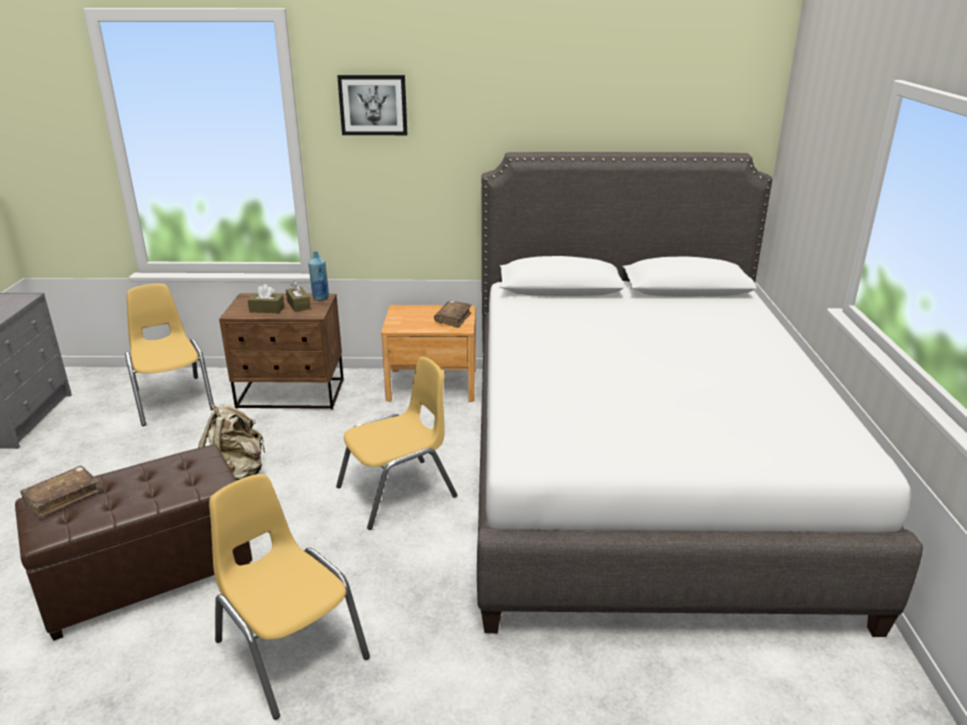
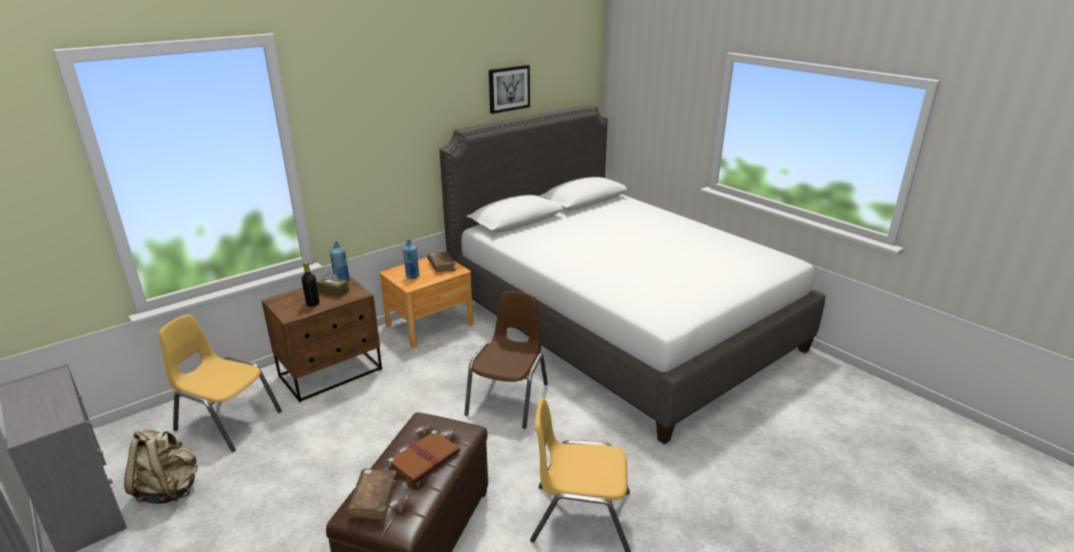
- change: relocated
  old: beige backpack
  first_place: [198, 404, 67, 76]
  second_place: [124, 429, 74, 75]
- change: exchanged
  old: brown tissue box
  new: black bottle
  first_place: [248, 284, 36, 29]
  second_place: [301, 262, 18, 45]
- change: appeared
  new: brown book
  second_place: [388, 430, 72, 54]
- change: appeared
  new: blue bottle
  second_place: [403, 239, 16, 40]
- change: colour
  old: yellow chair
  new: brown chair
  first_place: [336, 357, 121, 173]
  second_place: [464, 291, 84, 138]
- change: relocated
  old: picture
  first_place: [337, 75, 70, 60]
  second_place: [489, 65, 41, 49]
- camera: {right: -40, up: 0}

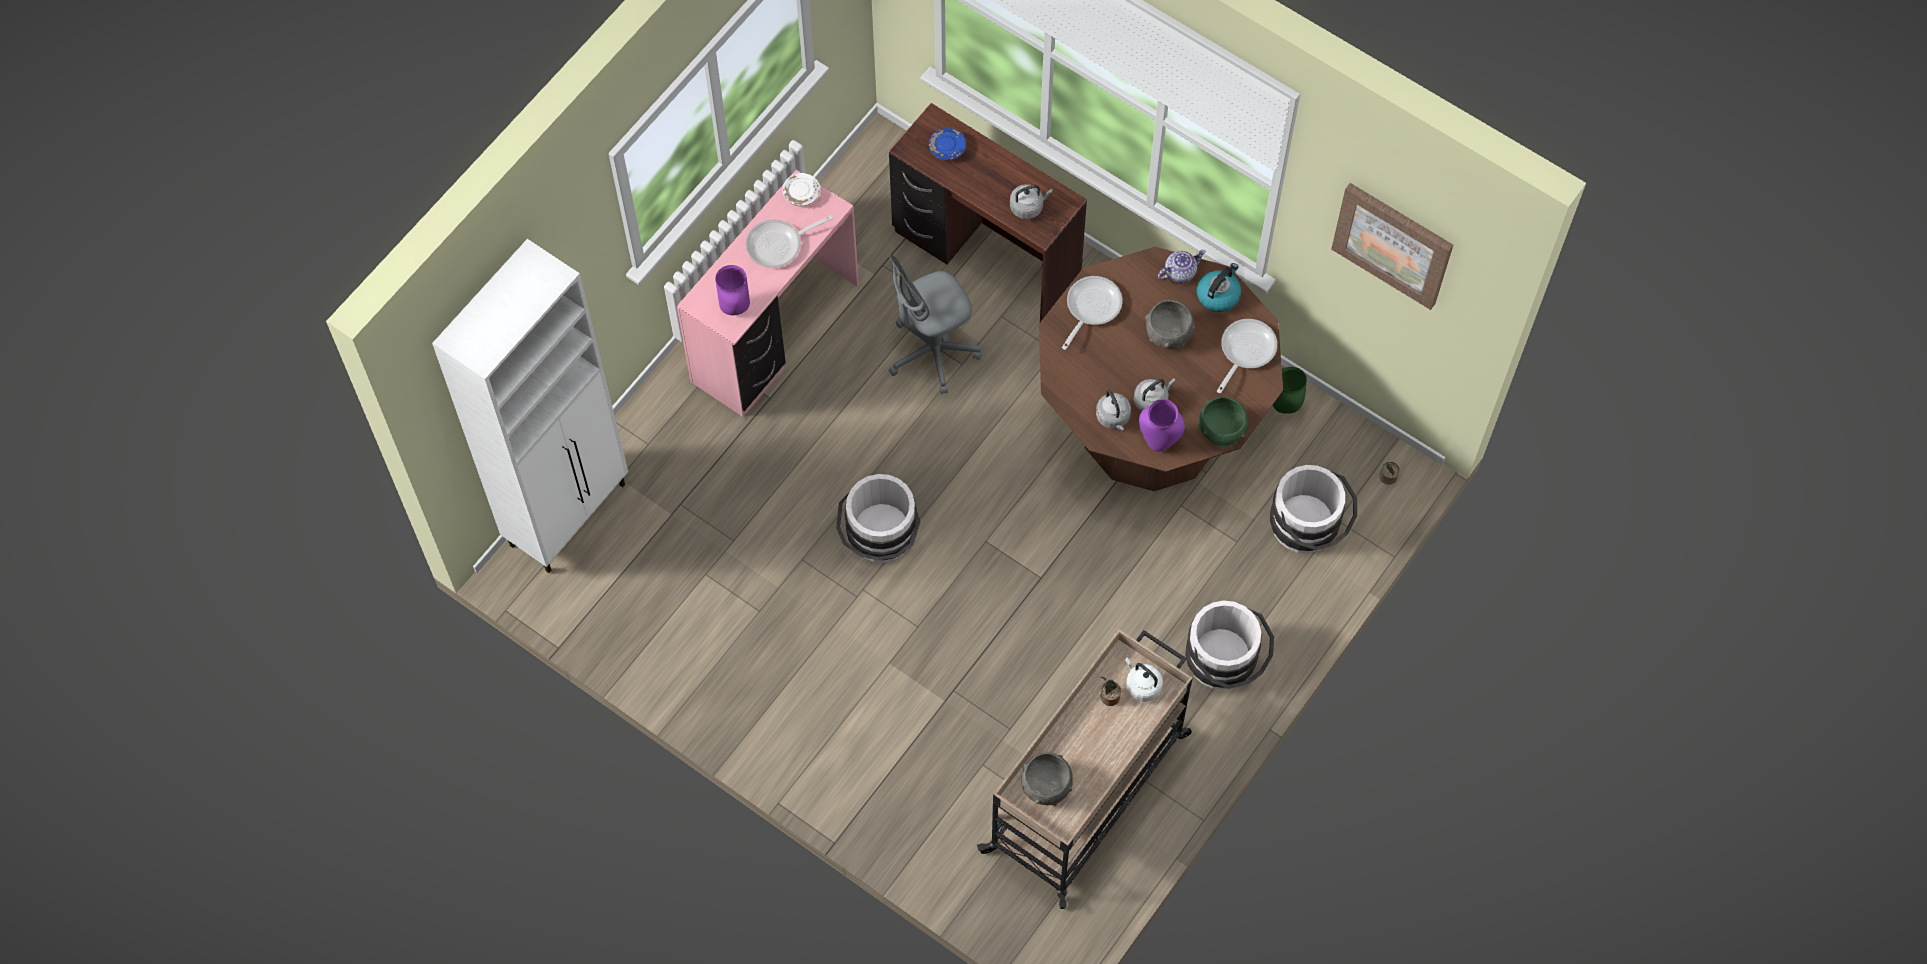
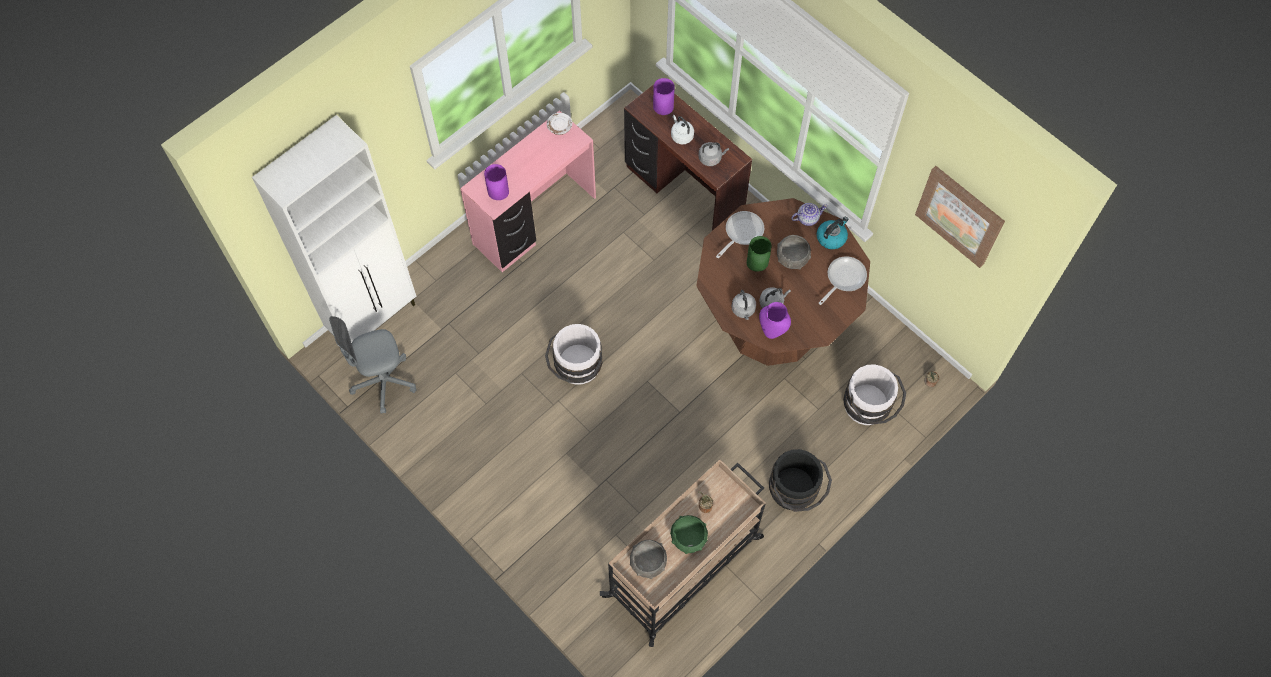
- change: relocated
  old: grey office chair
  first_place: [889, 254, 93, 140]
  second_place: [329, 316, 88, 97]
- change: exchanged
  old: blue plate
  new: purple vase
  first_place: [929, 128, 37, 32]
  second_place: [653, 78, 22, 37]
- change: relocated
  old: green bowl
  first_place: [1198, 397, 50, 51]
  second_place: [670, 515, 38, 39]
- change: relocated
  old: white kettle
  first_place: [1125, 657, 38, 45]
  second_place: [671, 115, 23, 30]
- change: relocated
  old: green vase
  first_place: [1273, 367, 34, 47]
  second_place: [747, 236, 25, 36]
- change: colour
  old: white bucket
  new: black bucket
  first_place: [1185, 600, 89, 90]
  second_place: [769, 449, 63, 63]
- change: missing
  old: frying pan
  first_place: [745, 215, 89, 53]
- camera: {right: 10, up: 0}

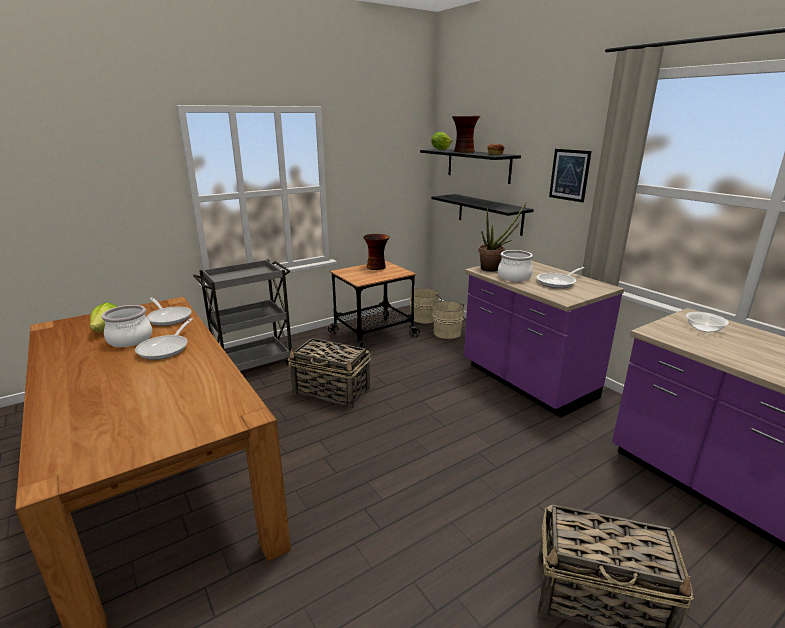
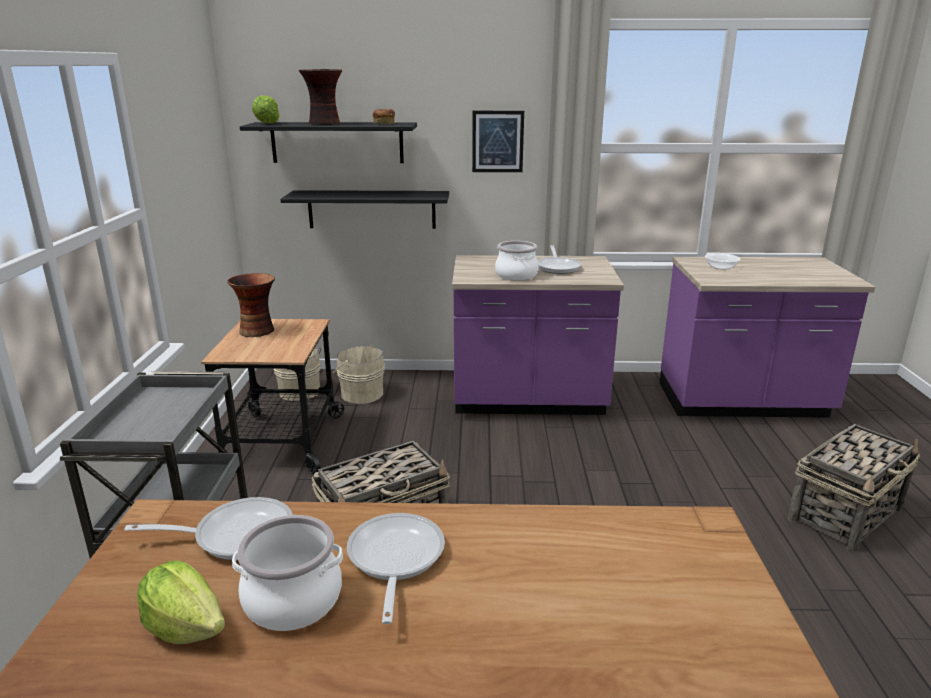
- change: spun
  old: frying pan
  first_place: [135, 318, 58, 42]
  second_place: [347, 513, 98, 111]
  degrees: -135
- change: missing
  old: potted plant
  first_place: [478, 203, 48, 69]
- camera: {right: -55, up: 0}

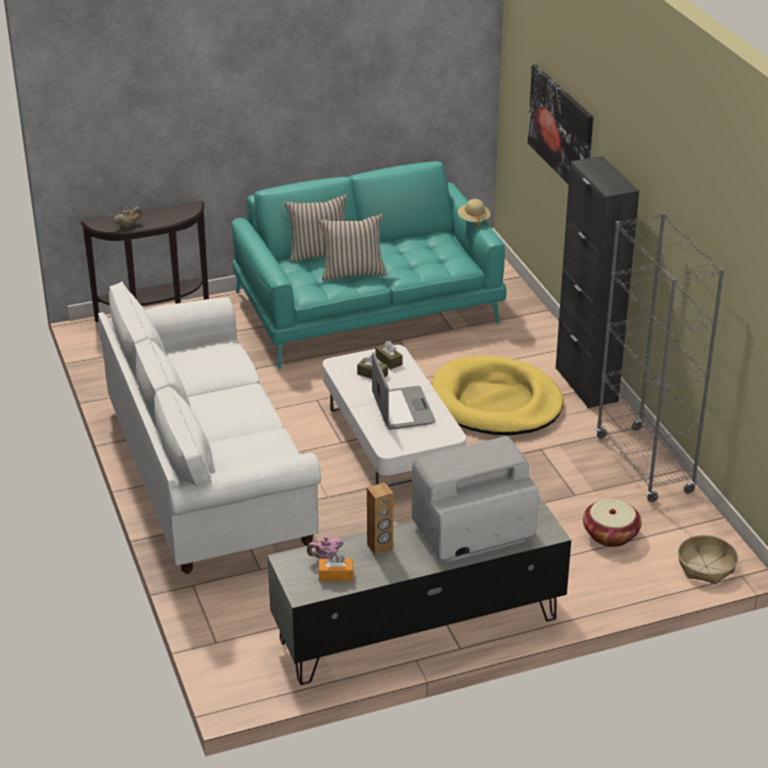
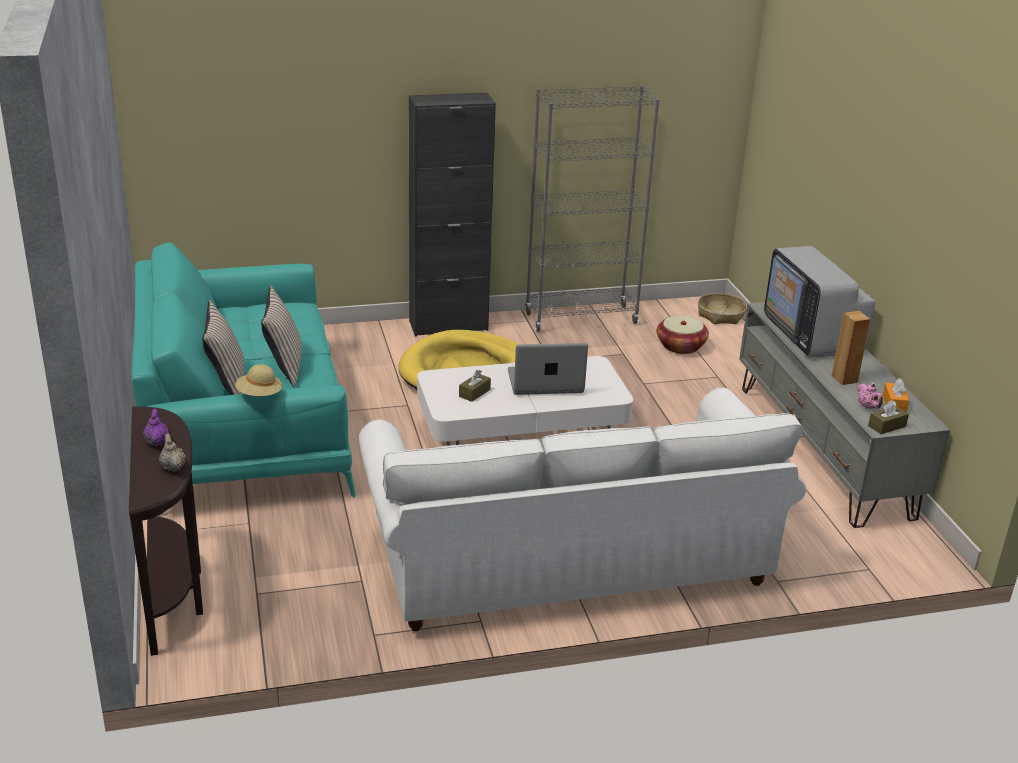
- change: appeared
  new: purple teapot
  second_place: [143, 409, 26, 37]
- change: relocated
  old: beige hat
  first_place: [458, 199, 33, 29]
  second_place: [236, 364, 47, 32]
- change: relocated
  old: brown tissue box
  first_place: [375, 341, 28, 28]
  second_place: [868, 400, 41, 34]
- change: missing
  old: picture
  first_place: [528, 65, 65, 120]
- camera: {right: -85, up: -5}

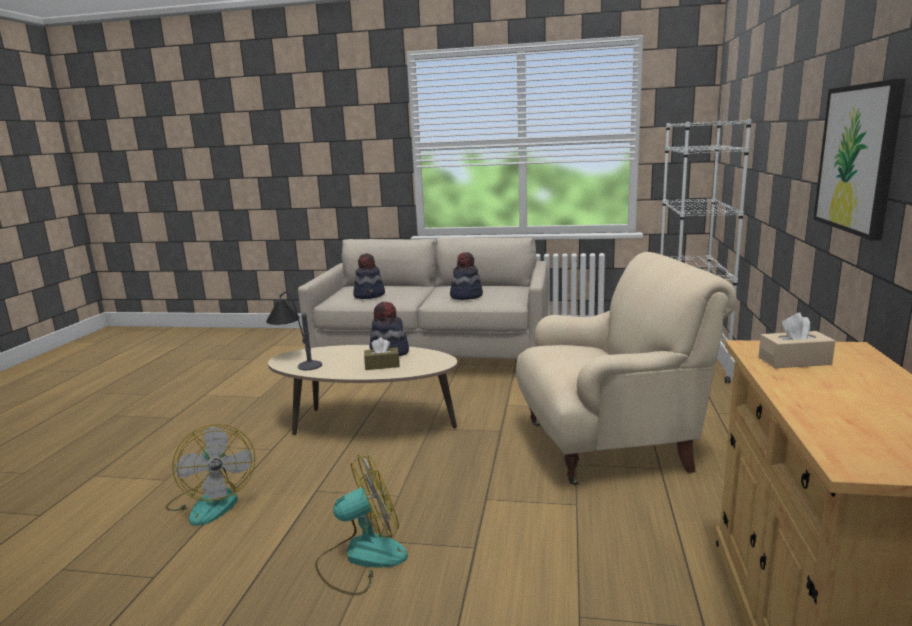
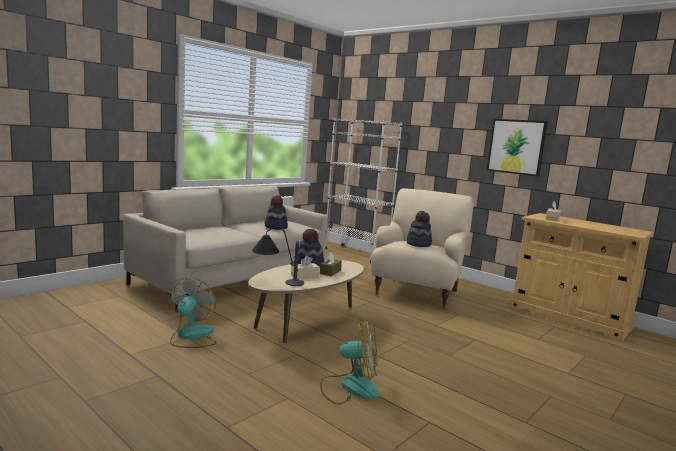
- change: relocated
  old: fan
  first_place: [315, 454, 93, 141]
  second_place: [169, 277, 48, 71]
- change: appeared
  new: beige tissue box
  second_place: [291, 256, 29, 23]
- change: relocated
  old: hat
  first_place: [353, 253, 32, 46]
  second_place: [407, 211, 25, 36]
- camera: {right: -60, up: -5}

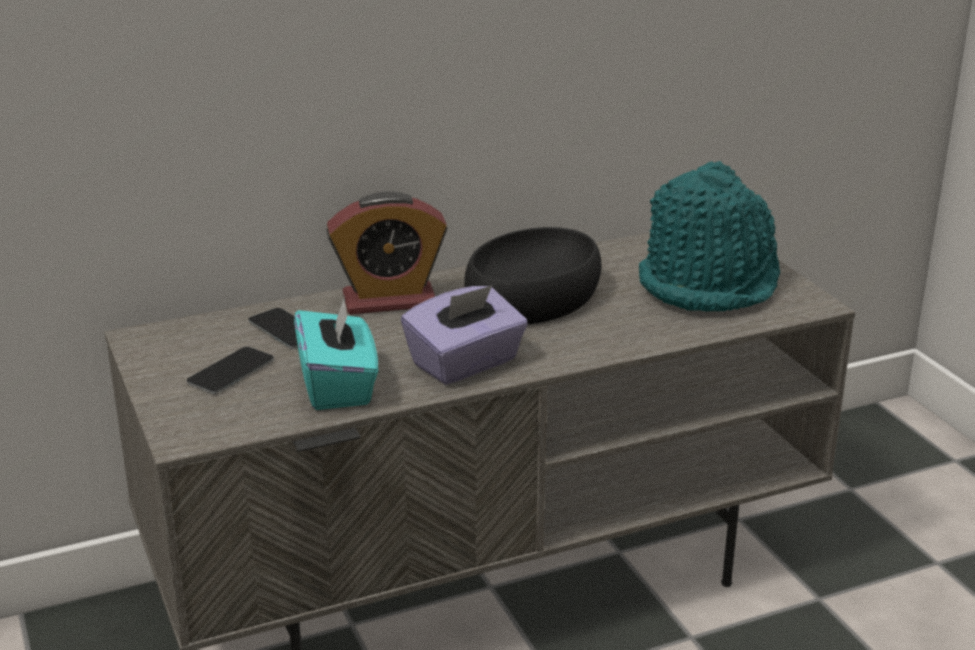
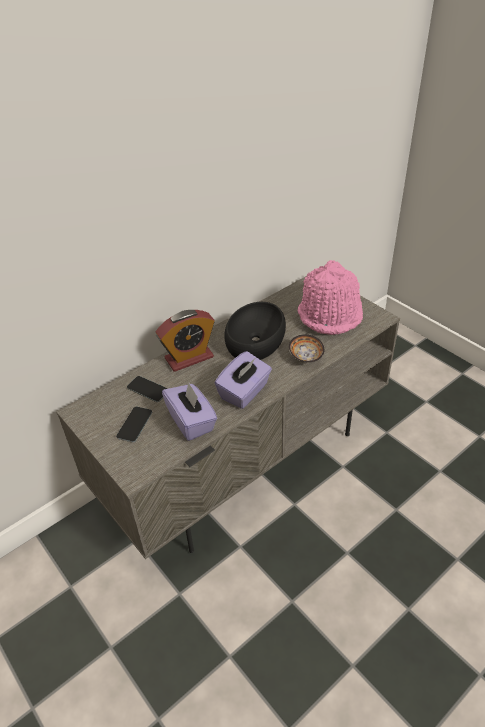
- change: colour
  old: turquoise tissue box
  new: purple tissue box
  first_place: [294, 296, 84, 114]
  second_place: [162, 383, 56, 58]
- change: appeared
  new: bowl
  second_place: [289, 334, 36, 29]
- change: colour
  old: turquoise hat
  new: pink hat
  first_place: [639, 161, 141, 150]
  second_place: [298, 260, 65, 75]
- camera: {right: -15, up: 15}

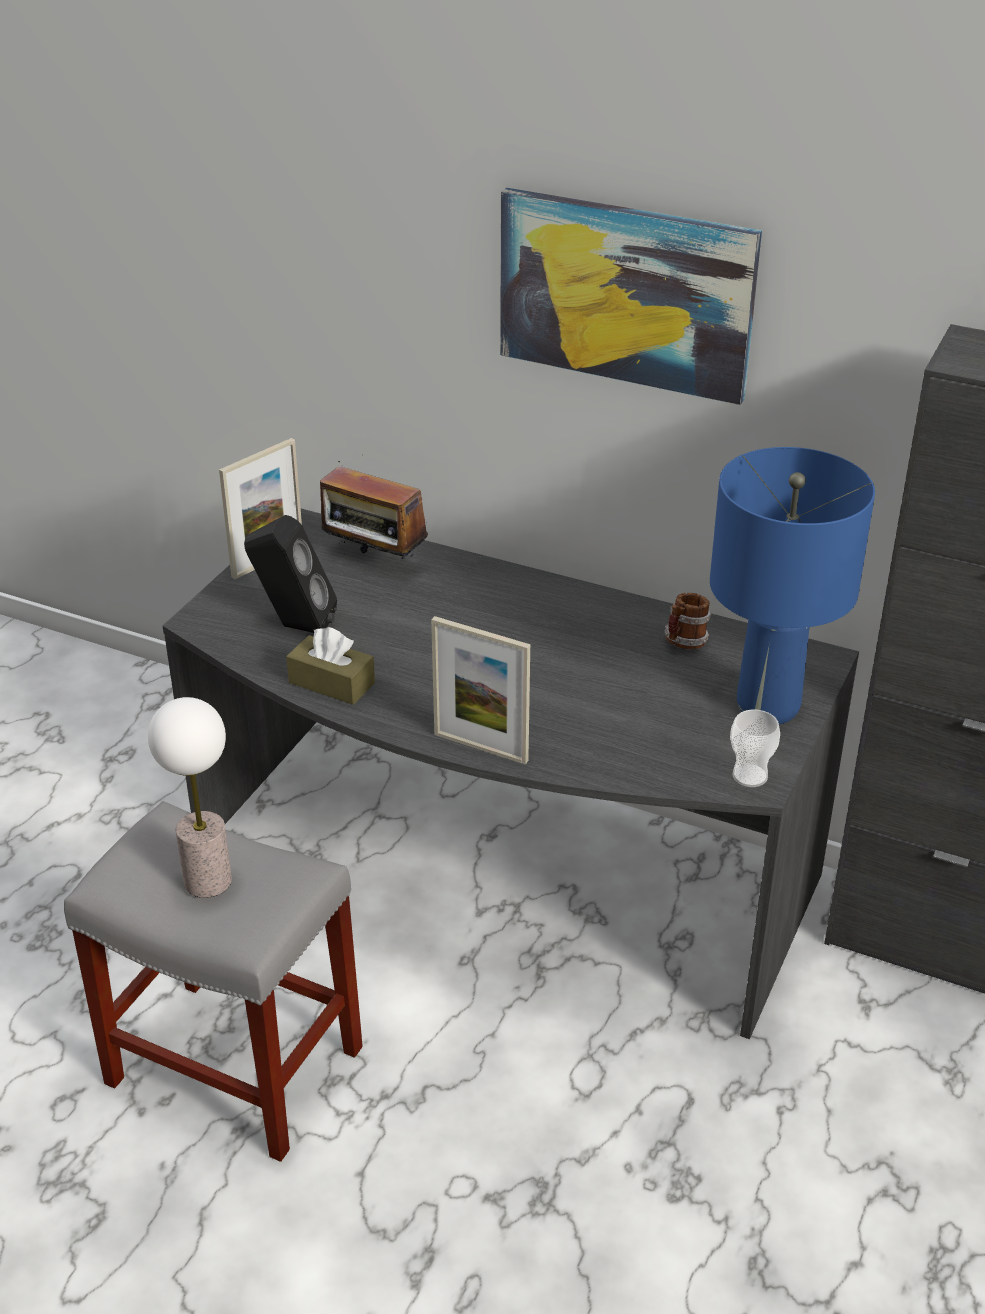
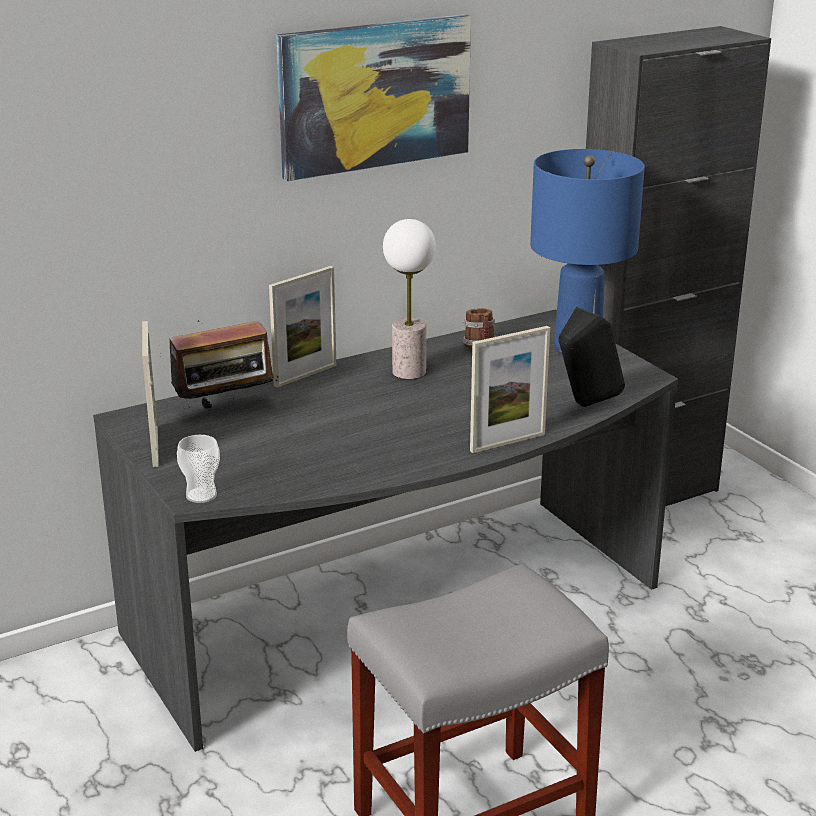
- change: relocated
  old: cup
  first_place: [730, 710, 50, 77]
  second_place: [177, 435, 43, 68]
- change: appeared
  new: picture frame
  second_place: [269, 266, 67, 122]
- change: relocated
  old: table lamp
  first_place: [148, 697, 84, 201]
  second_place: [383, 219, 53, 160]
- change: relocated
  old: black speaker
  first_place: [244, 515, 93, 118]
  second_place: [558, 307, 67, 100]
- change: missing
  old: brown tissue box
  first_place: [286, 627, 89, 78]
- camera: {right: -55, up: -10}

